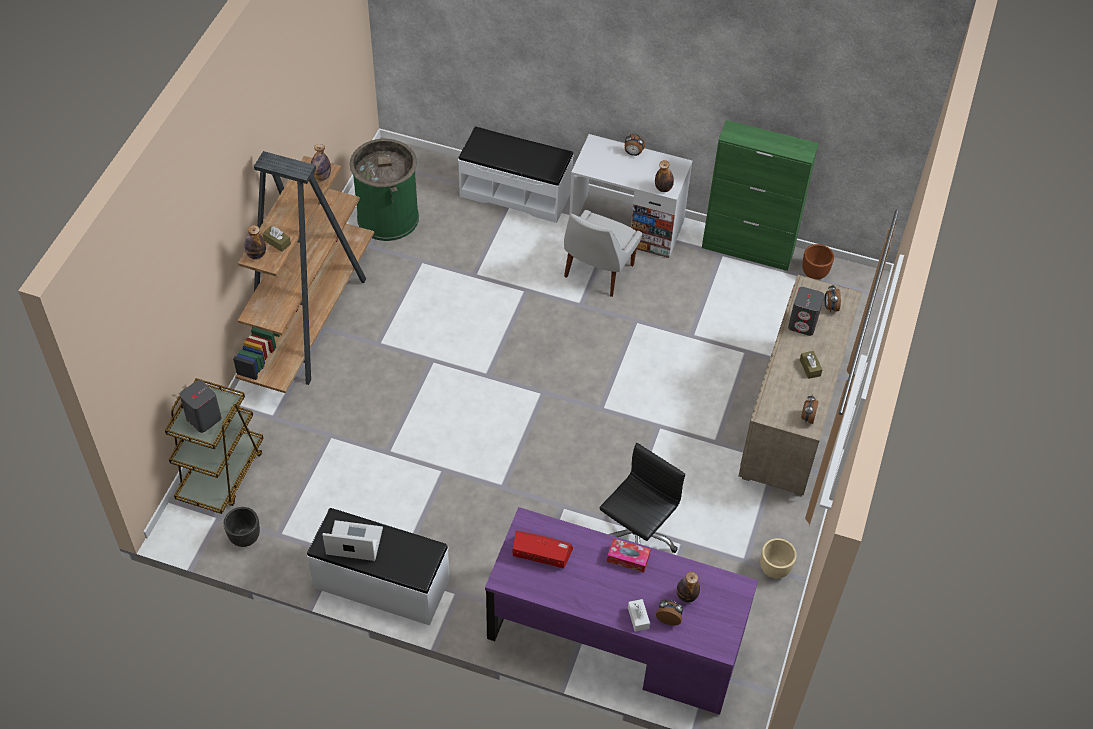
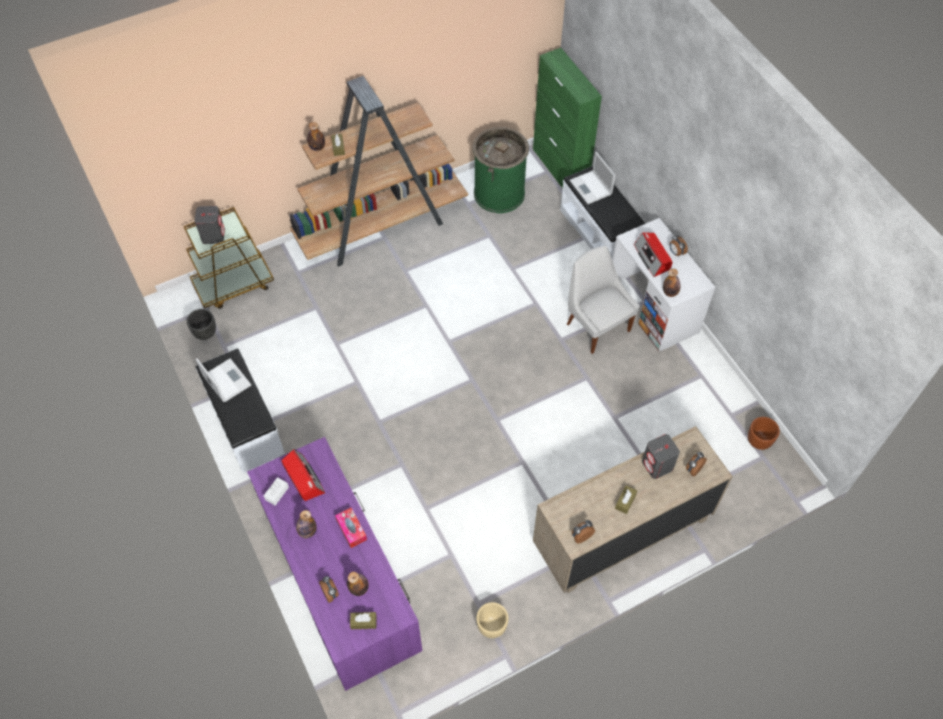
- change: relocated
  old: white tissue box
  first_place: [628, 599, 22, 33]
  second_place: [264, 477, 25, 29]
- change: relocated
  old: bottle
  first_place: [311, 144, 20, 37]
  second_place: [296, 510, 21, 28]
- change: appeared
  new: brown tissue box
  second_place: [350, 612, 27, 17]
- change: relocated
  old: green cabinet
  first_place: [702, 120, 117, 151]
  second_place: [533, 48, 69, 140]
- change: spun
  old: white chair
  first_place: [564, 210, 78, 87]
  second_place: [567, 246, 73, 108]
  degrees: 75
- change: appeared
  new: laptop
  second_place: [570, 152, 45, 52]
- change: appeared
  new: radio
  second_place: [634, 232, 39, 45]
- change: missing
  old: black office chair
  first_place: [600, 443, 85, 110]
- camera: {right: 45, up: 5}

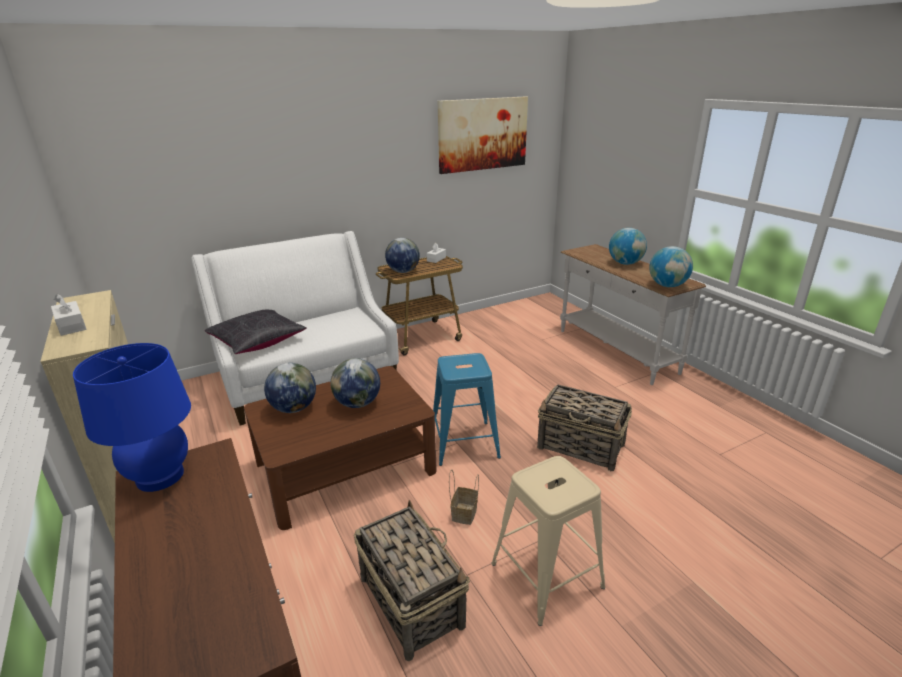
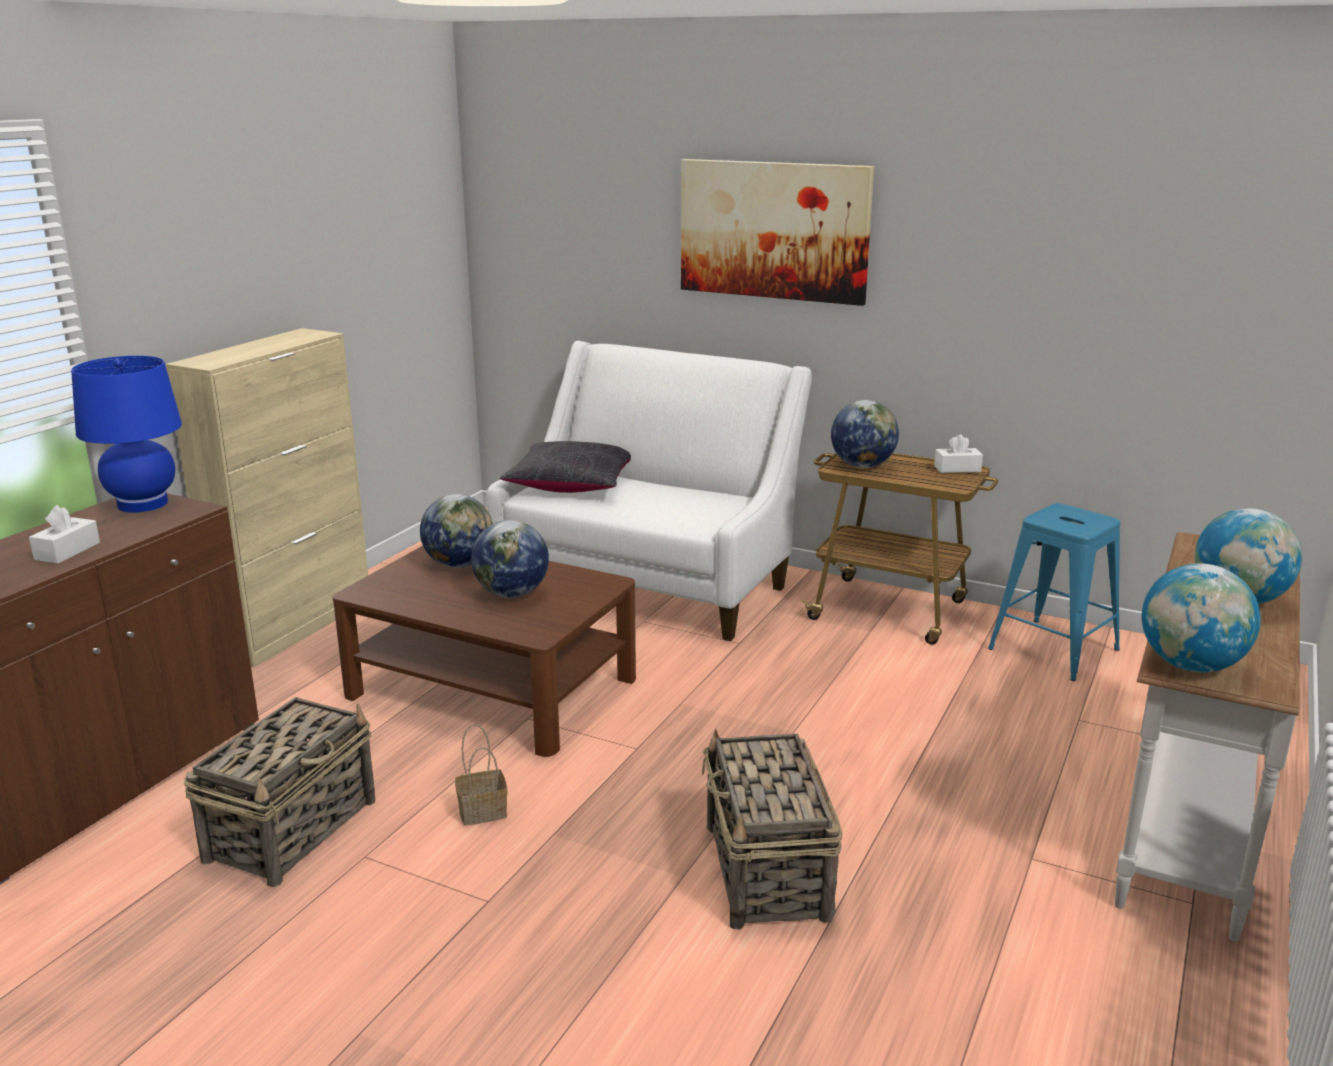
- change: relocated
  old: white tissue box
  first_place: [51, 294, 35, 42]
  second_place: [29, 505, 71, 59]
- change: relocated
  old: picture
  first_place: [438, 96, 90, 78]
  second_place: [681, 159, 193, 147]
- change: relocated
  old: blue stool
  first_place: [433, 353, 68, 113]
  second_place: [988, 503, 132, 178]
- change: missing
  old: beige stool
  first_place: [491, 456, 114, 170]
- camera: {right: 55, up: -5}

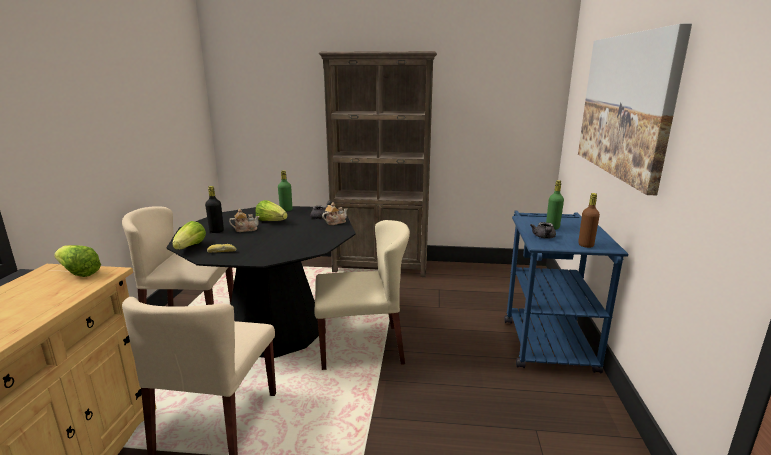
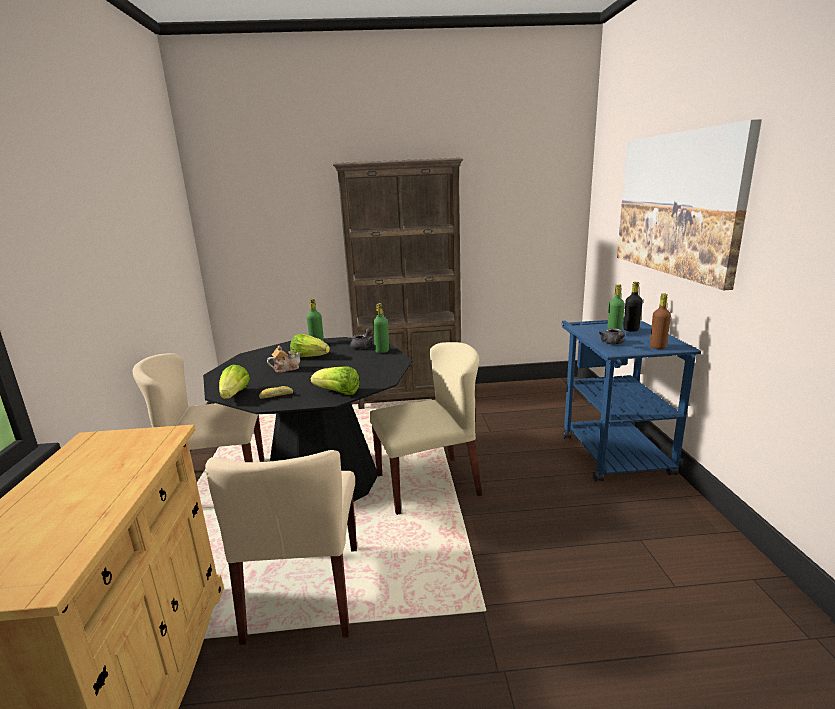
- change: relocated
  old: lettuce
  first_place: [54, 245, 47, 32]
  second_place: [311, 366, 49, 29]
- change: exchanged
  old: teapot
  new: green bottle
  first_place: [322, 203, 25, 22]
  second_place: [373, 303, 16, 50]
- change: relocated
  old: black bottle
  first_place: [205, 186, 19, 47]
  second_place: [623, 282, 20, 50]
- camera: {right: -10, up: 0}

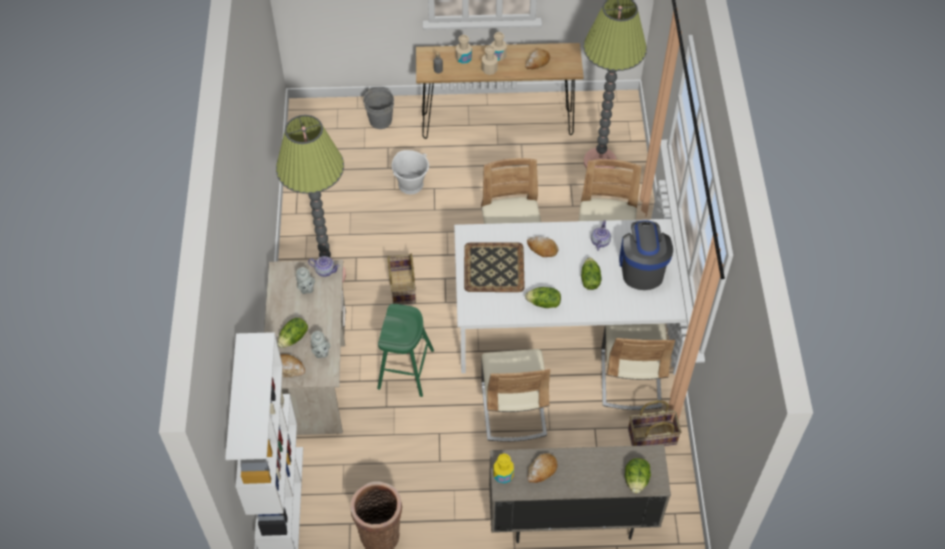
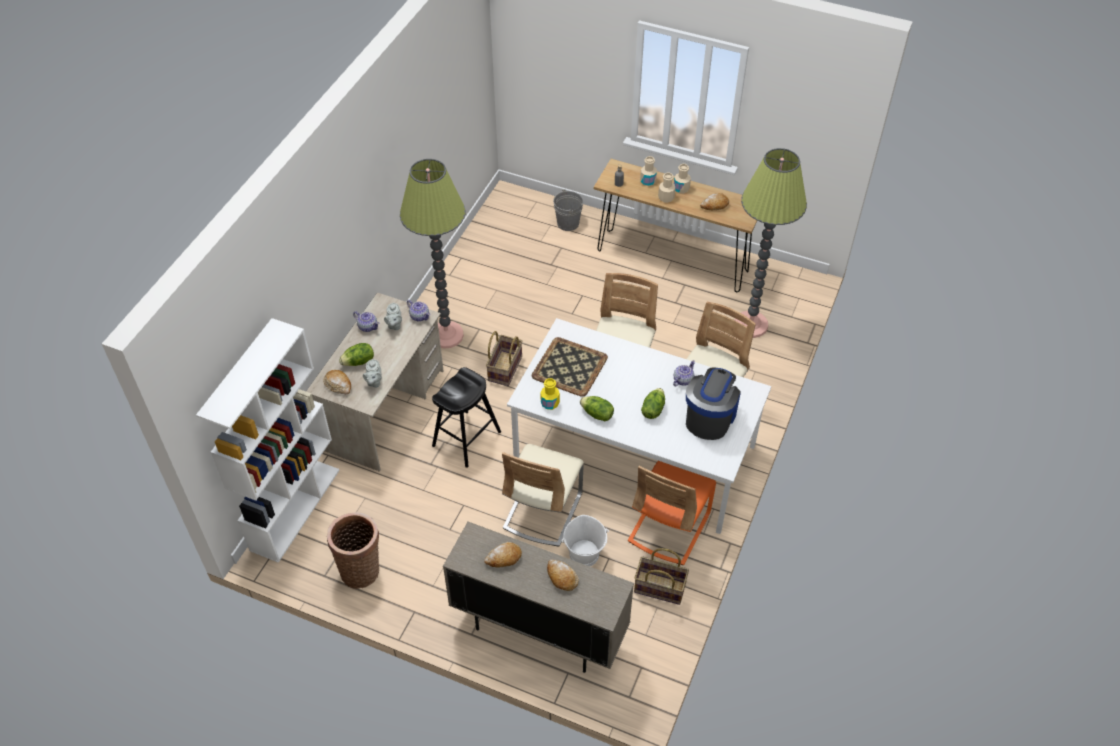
- change: appeared
  new: teapot
  second_place: [353, 311, 26, 21]
- change: colour
  old: green stool
  new: black stool
  first_place: [377, 304, 57, 93]
  second_place: [432, 367, 69, 101]
- change: relocated
  old: yellow bottle
  first_place: [493, 453, 21, 30]
  second_place: [540, 378, 20, 32]
- change: relocated
  old: bread
  first_place: [527, 236, 31, 21]
  second_place: [547, 560, 32, 31]
- change: relocated
  old: white bucket
  first_place: [392, 150, 37, 44]
  second_place: [562, 515, 47, 51]
- change: colour
  old: beige chair
  new: orange chair
  first_place: [601, 323, 74, 87]
  second_place: [628, 461, 88, 104]
- change: missing
  old: lettuce
  first_place: [625, 458, 26, 35]
- camera: {right: 25, up: -5}

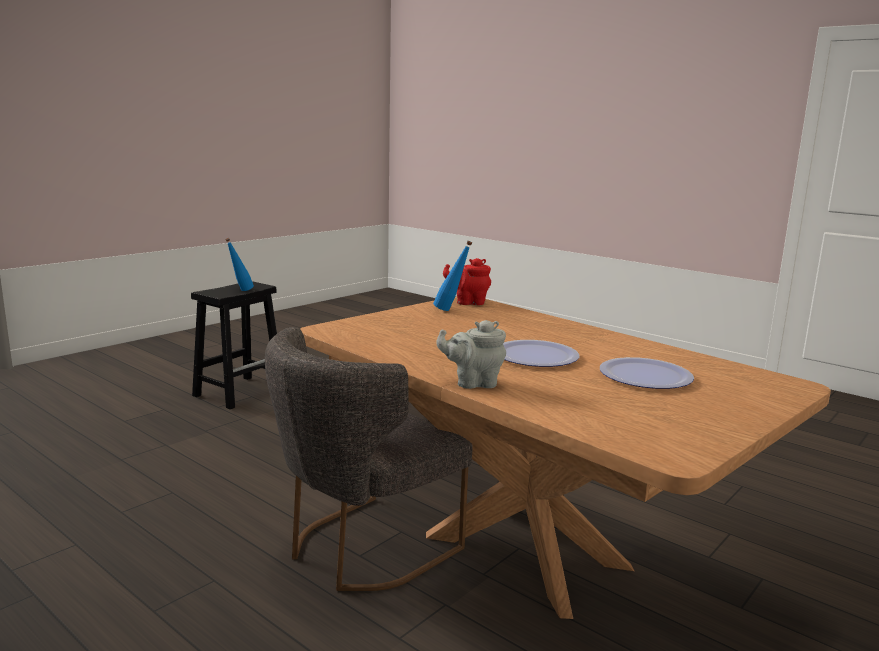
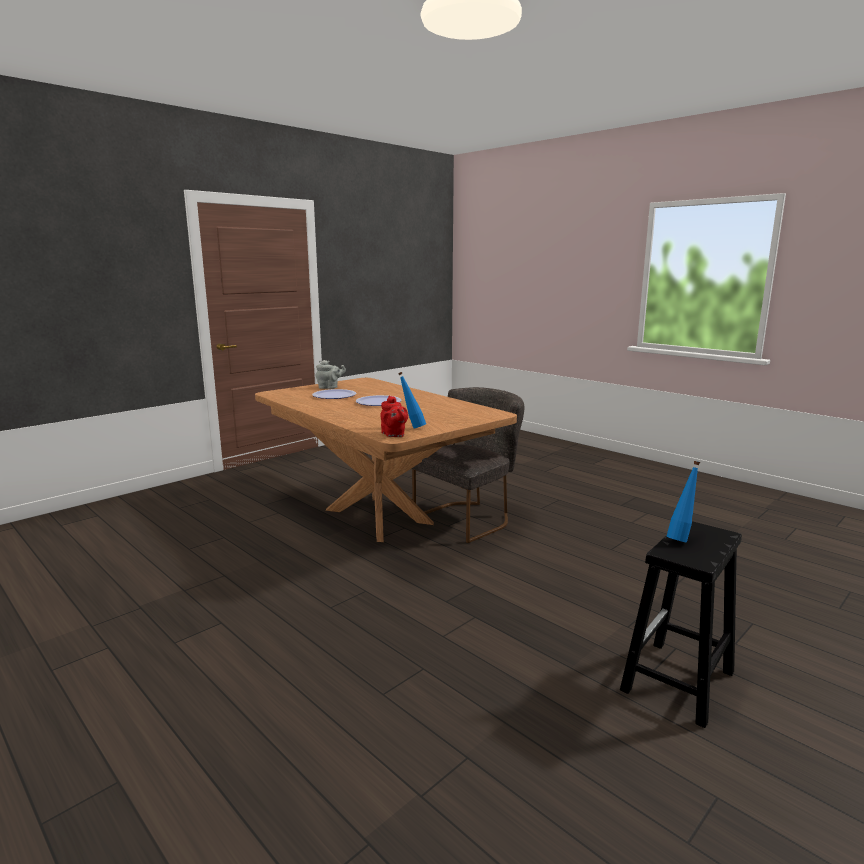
- change: relocated
  old: grey teapot
  first_place: [436, 320, 70, 69]
  second_place: [316, 360, 30, 29]
- change: spun
  old: red teapot
  first_place: [443, 258, 48, 47]
  second_place: [381, 396, 27, 41]
  degrees: 60
- camera: {right: -175, up: 0}

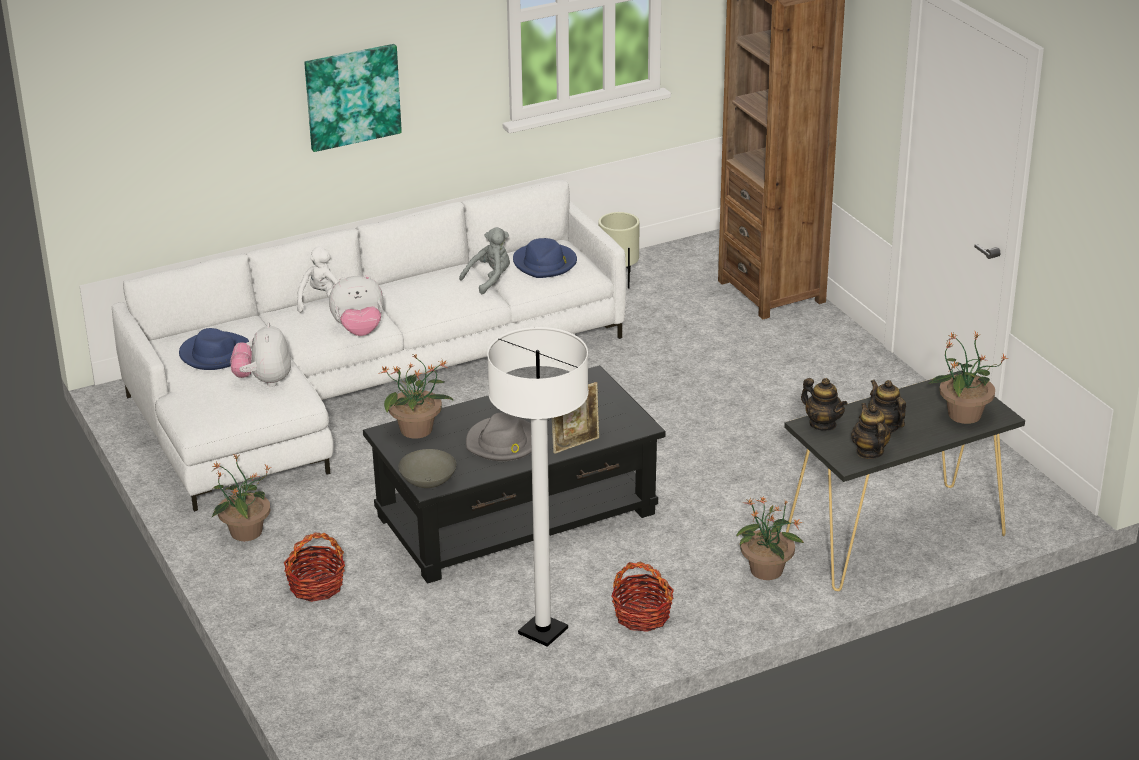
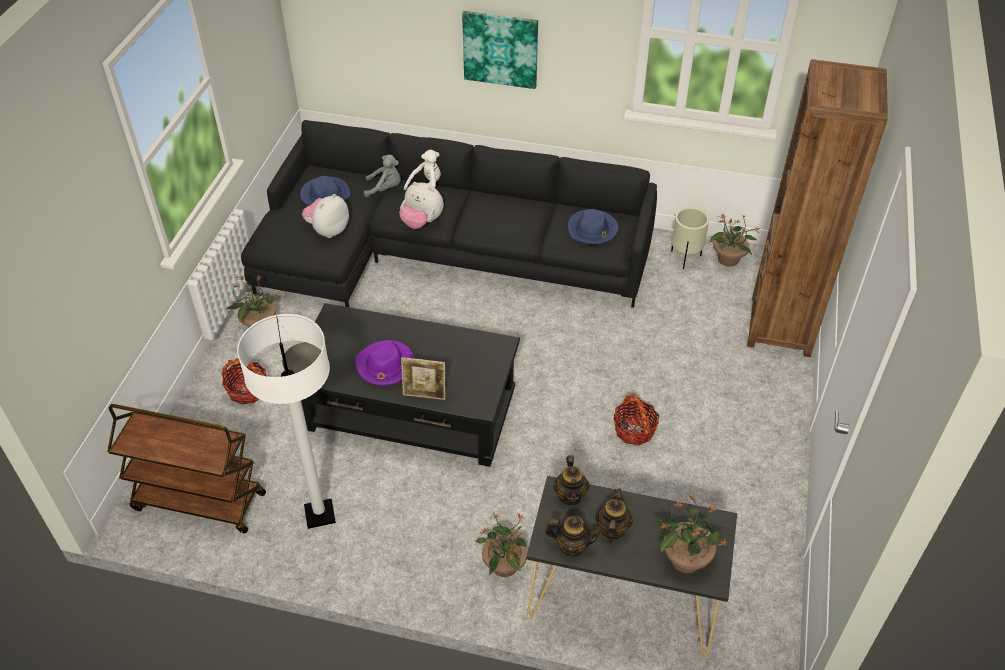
- change: appeared
  new: brown cart
  second_place: [107, 404, 159, 129]
- change: colour
  old: white sofa
  new: black sofa
  first_place: [112, 180, 514, 332]
  second_place: [241, 120, 416, 188]
- change: colour
  old: grey hat
  new: purple hat
  first_place: [466, 413, 65, 48]
  second_place: [355, 340, 59, 46]
- change: relocated
  old: grey plush toy
  first_place: [459, 227, 51, 67]
  second_place: [364, 155, 37, 42]
- change: spun
  old: teapot
  first_place: [851, 403, 40, 56]
  second_place: [545, 516, 56, 41]
  degrees: 75
- change: relocated
  old: basket
  first_place: [611, 562, 63, 70]
  second_place: [613, 393, 46, 52]
- change: relocated
  old: potted plant
  first_place: [378, 353, 76, 86]
  second_place: [710, 215, 50, 52]
- camera: {right: 40, up: 15}

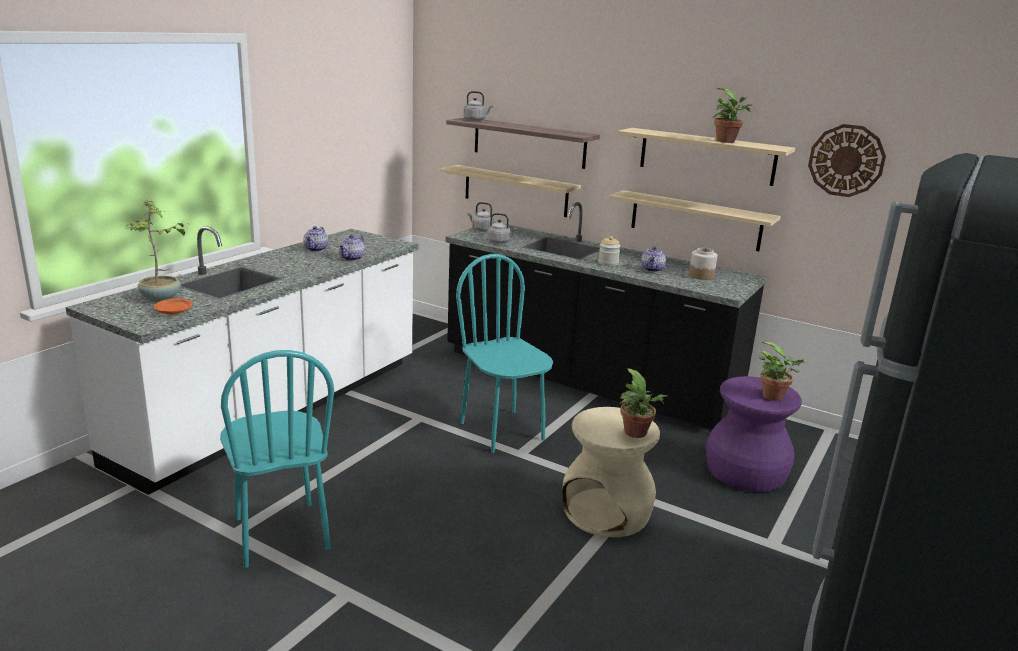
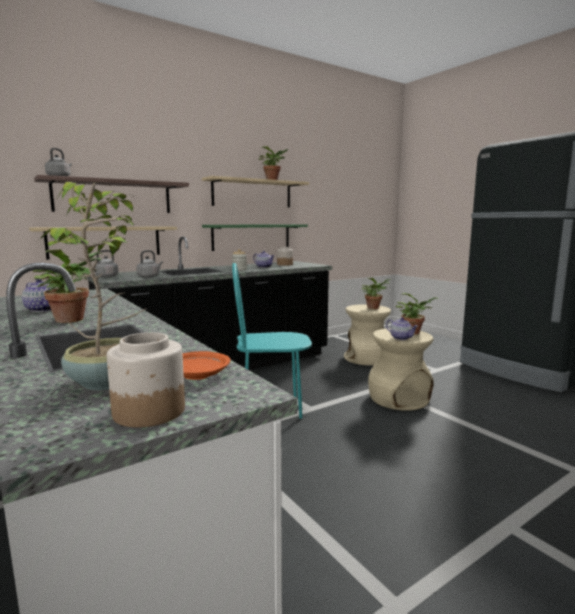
- change: appeared
  new: potted plant
  second_place: [33, 249, 70, 74]
- change: appeared
  new: jar
  second_place: [107, 332, 78, 95]
- change: colour
  old: beige shelf
  new: green shelf
  first_place: [609, 190, 172, 61]
  second_place: [202, 224, 106, 27]
- change: colour
  old: purple stool
  new: beige stool
  first_place: [706, 376, 96, 116]
  second_place: [344, 304, 47, 62]
- change: relocated
  old: teapot
  first_place: [339, 234, 26, 27]
  second_place: [386, 318, 32, 22]
- change: missing
  old: turquoise chair
  first_place: [220, 350, 114, 218]
- change: missing
  old: wall clock
  first_place: [808, 124, 78, 73]
- camera: {right: -65, up: -10}

